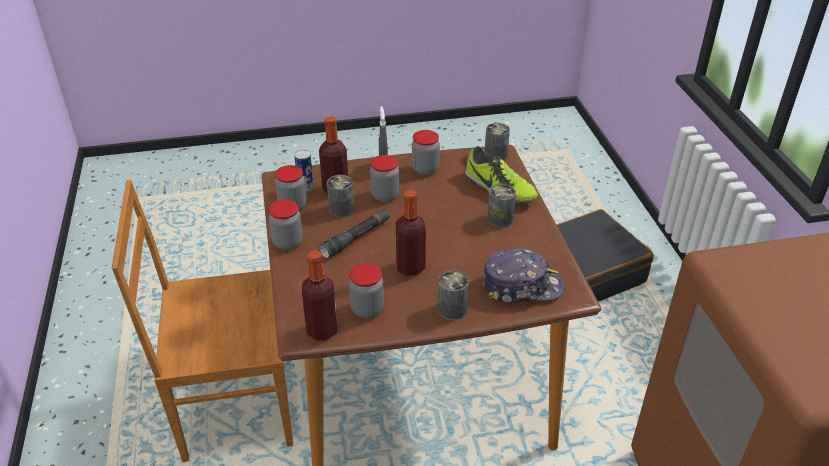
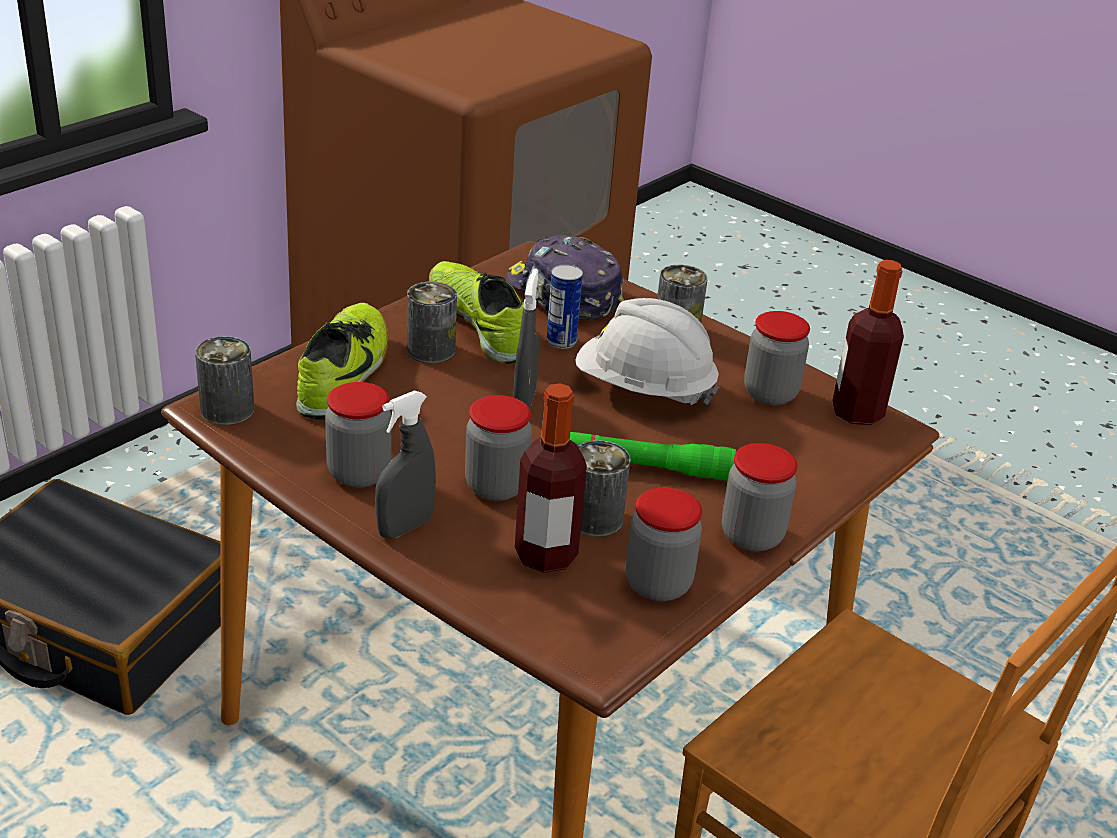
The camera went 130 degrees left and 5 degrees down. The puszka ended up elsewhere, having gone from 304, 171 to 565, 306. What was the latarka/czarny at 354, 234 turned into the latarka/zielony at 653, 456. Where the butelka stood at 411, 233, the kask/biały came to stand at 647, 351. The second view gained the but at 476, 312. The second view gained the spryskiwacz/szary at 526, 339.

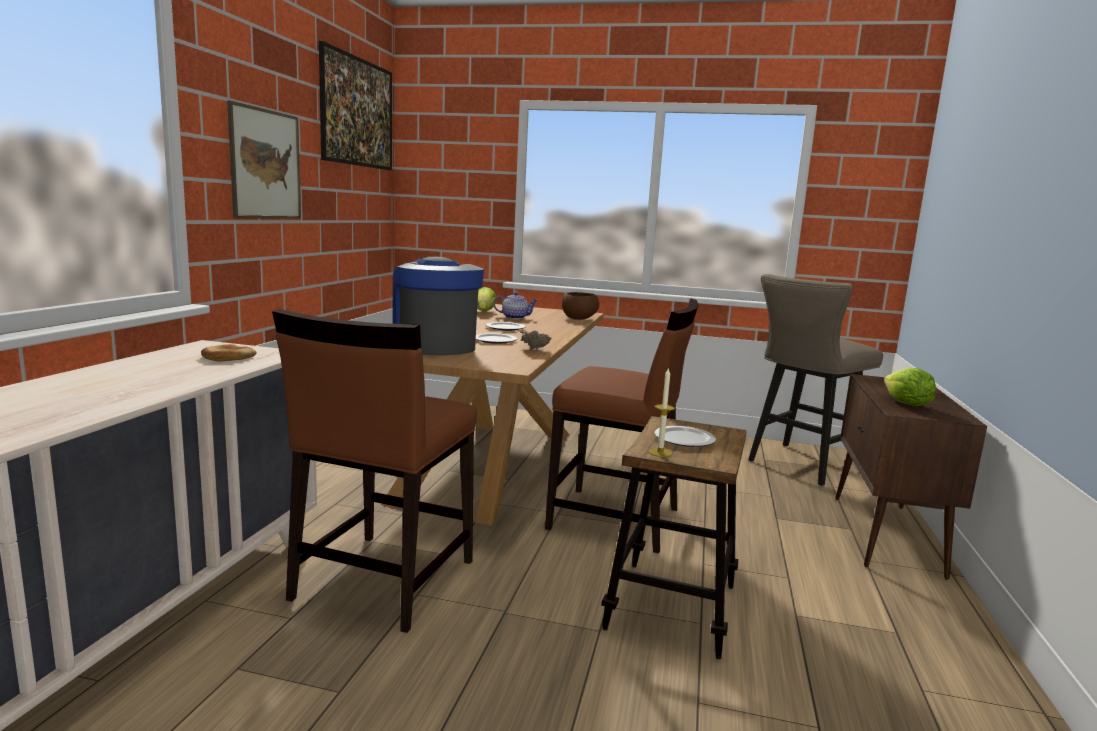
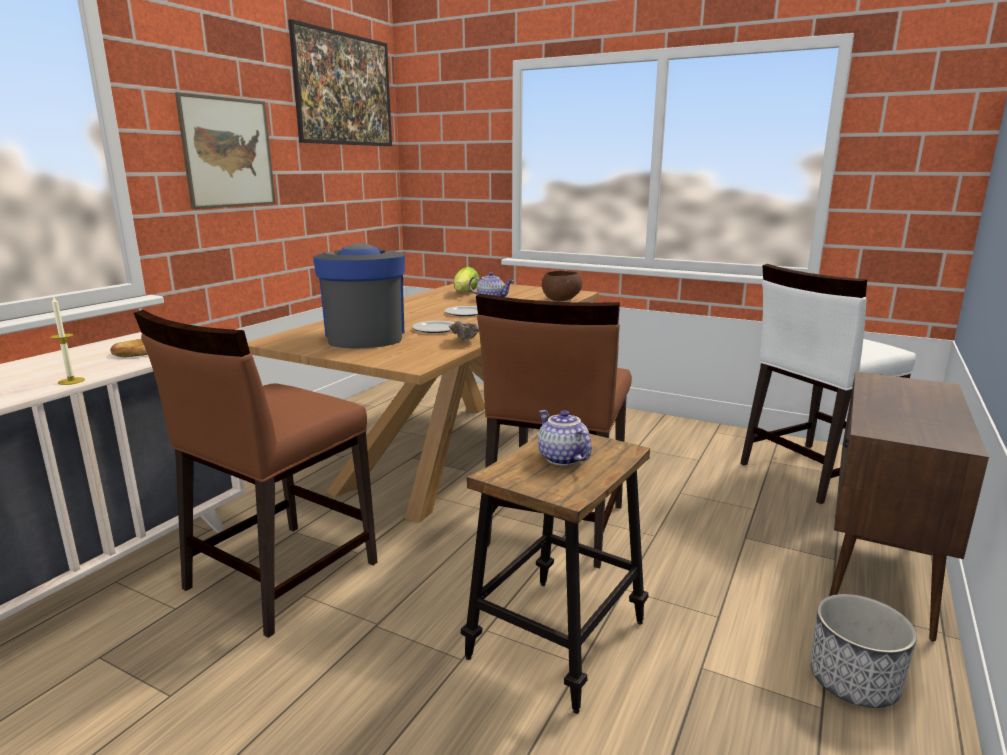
The camera went 15 degrees right and 5 degrees up. The krzesło/brązowy at 621, 425 ended up facing another way, 75 degrees clockwise from before. The świeca ended up elsewhere, having gone from 662, 412 to 67, 340. Where the talerz stood at 685, 436, the imbryk came to stand at 565, 438. Where the stołek/beżowy stood at 815, 380, the krzesło/biały came to stand at 828, 384. The second view lost the sałata at 910, 387. The second view gained the donica at 863, 651.

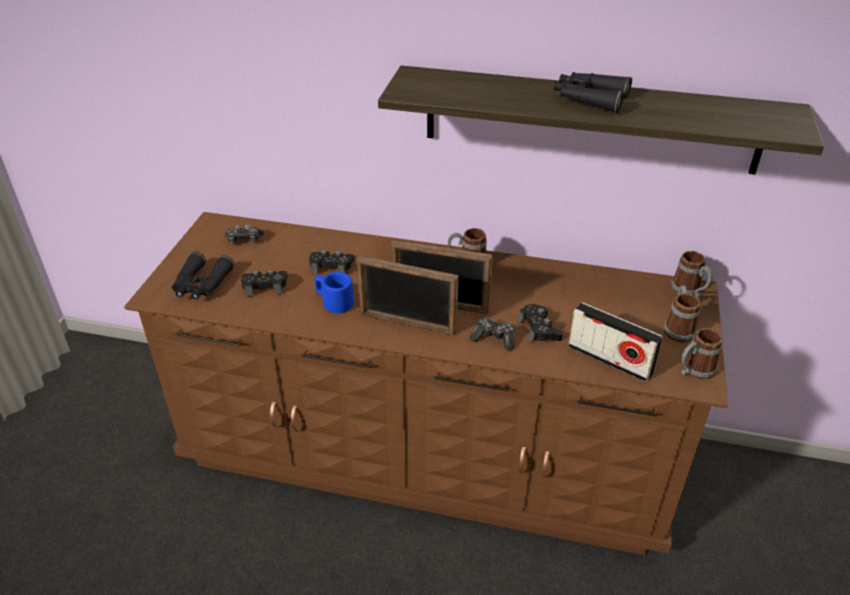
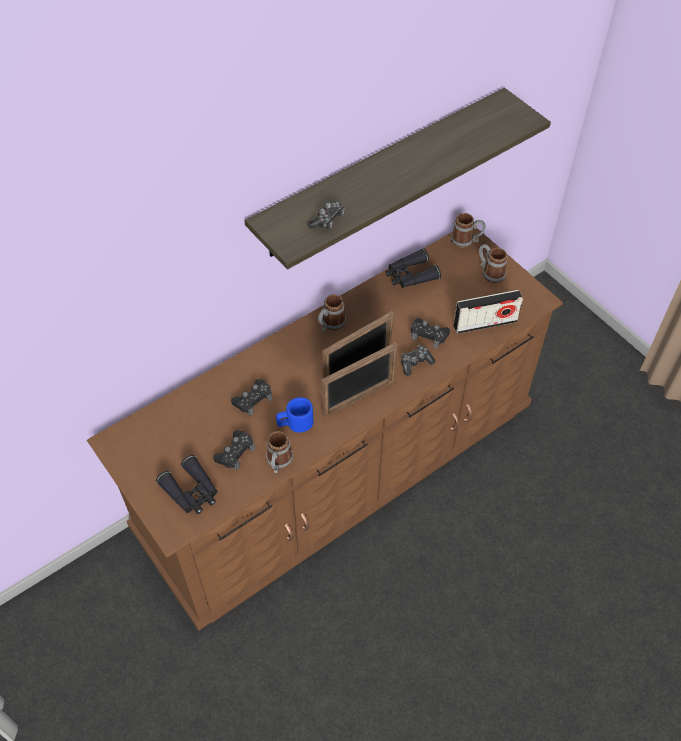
The camera went 50 degrees left and 15 degrees up. The pad do gier ended up elsewhere, having gone from 244, 234 to 326, 215. The lornetka/czarny ended up elsewhere, having gone from 593, 92 to 413, 268. The kubek ended up elsewhere, having gone from 702, 354 to 280, 452.

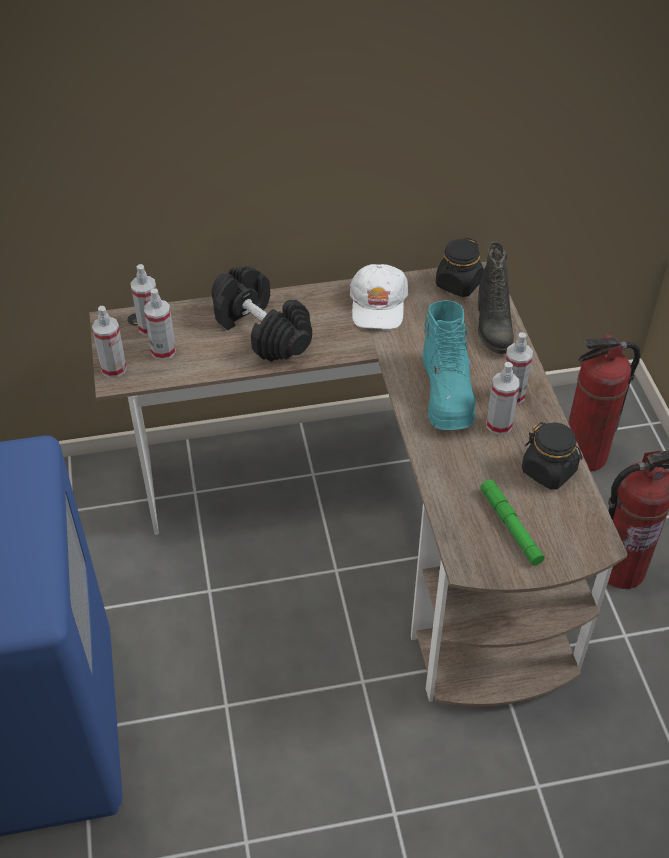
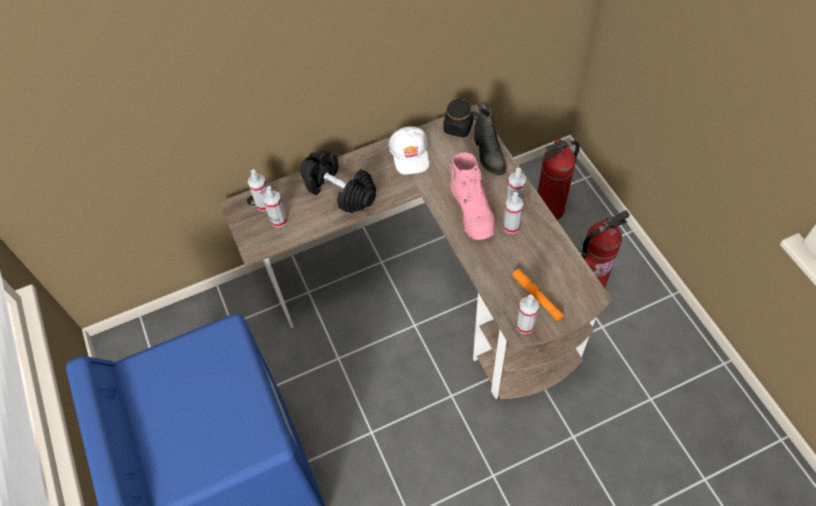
The camera went 10 degrees left and 10 degrees up. The spryskiwacz ended up elsewhere, having gone from 109, 342 to 527, 314. What was the but z cholewką/turkusowy at 448, 365 turned into the but z cholewką/różowy at 473, 196. What was the latarka/zielony at 512, 522 turned into the latarka/pomarańczowy at 538, 295. The second view lost the słoik/czarny at 552, 456.

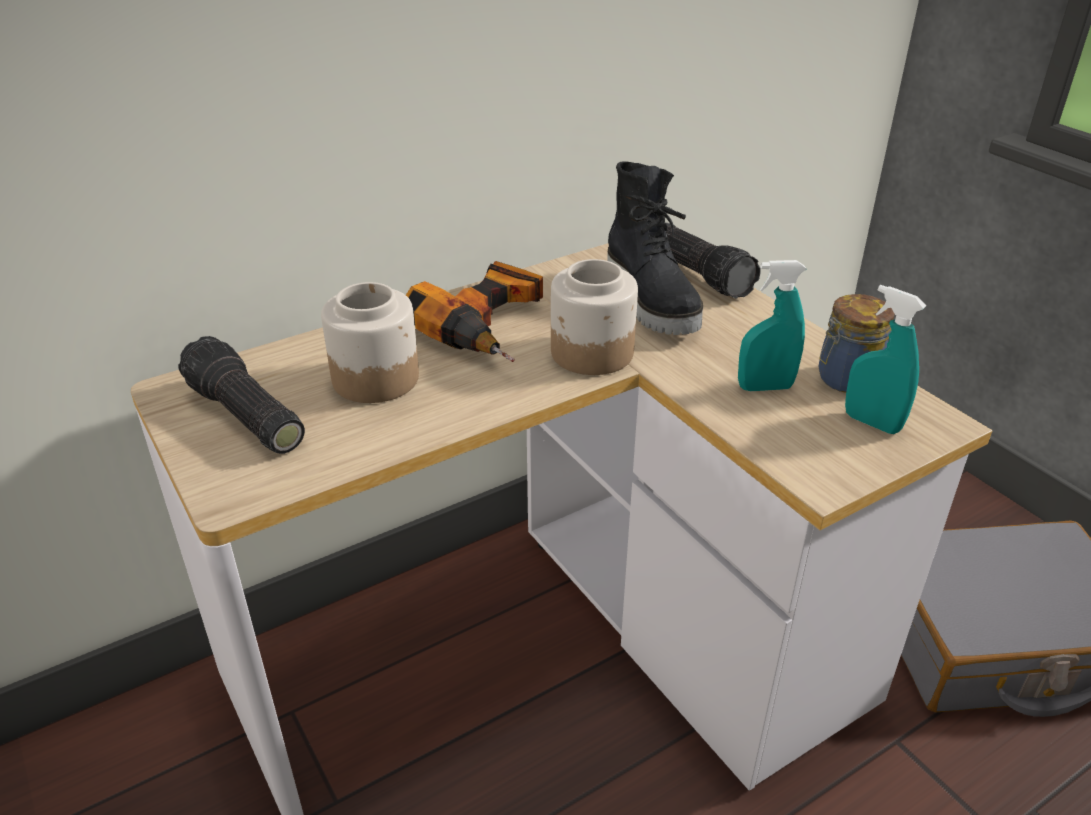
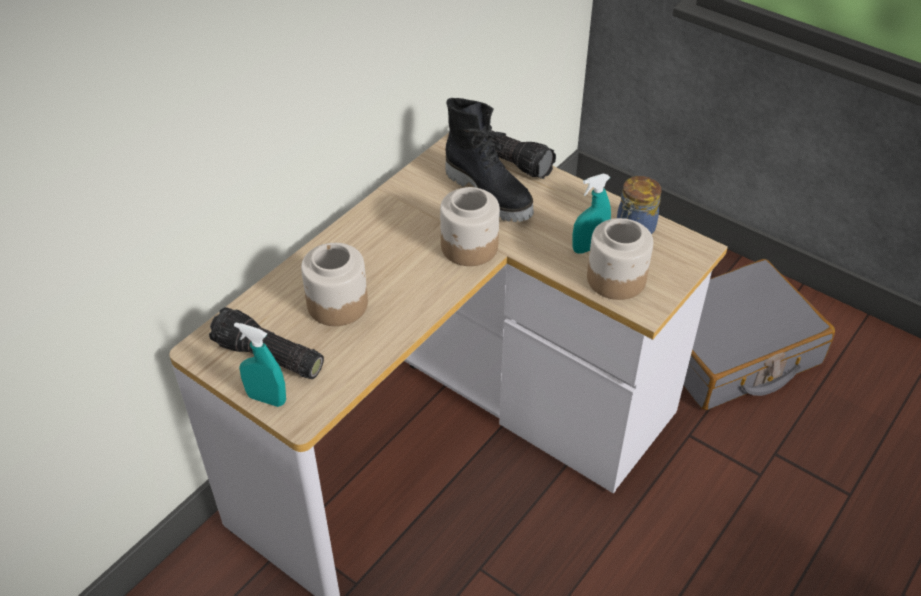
The camera went 20 degrees left and 10 degrees up. The second view lost the wiertarka at 474, 311. The spryskiwacz/turkusowy ended up elsewhere, having gone from 885, 359 to 260, 364. The second view gained the słoik at 620, 259.

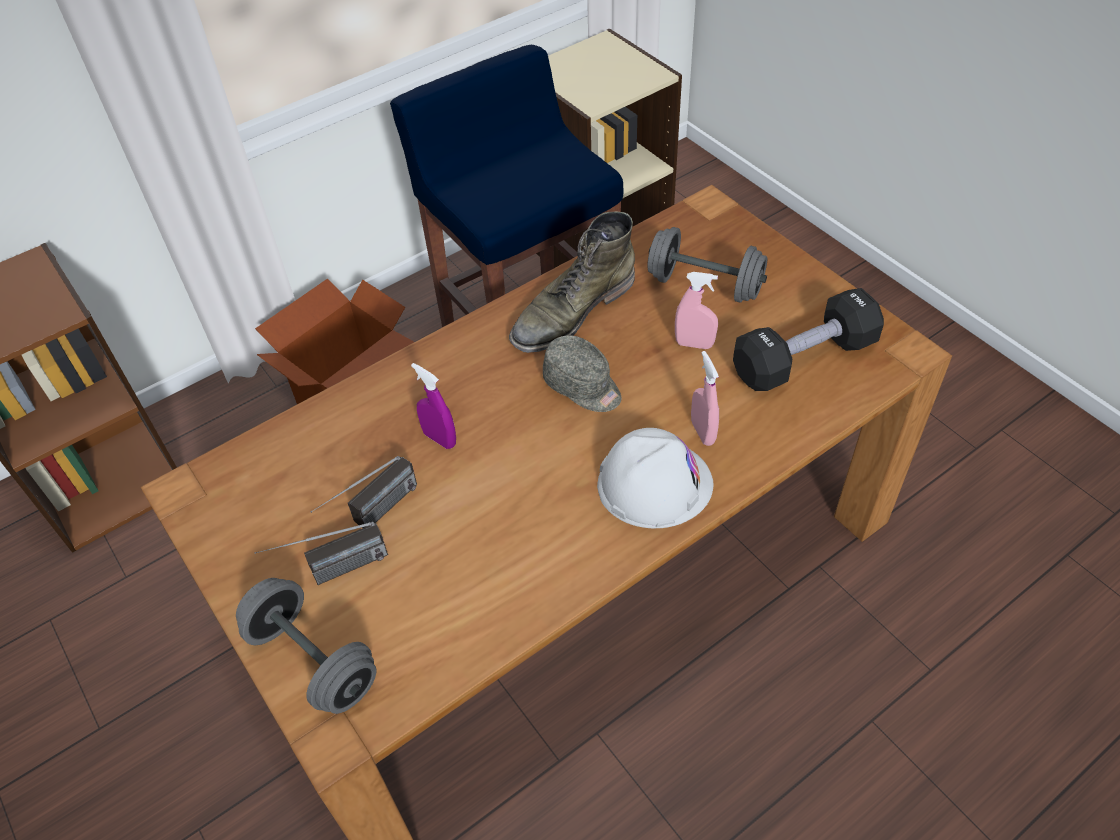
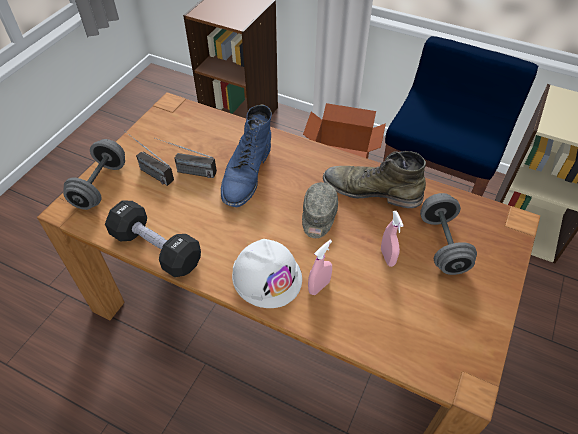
The camera went 60 degrees right and 0 degrees up. Where the spryskiwacz/fioletowy stood at 433, 406, the but z cholewką/niebieski came to stand at 246, 156. The hantel/czarny ended up elsewhere, having gone from 808, 339 to 153, 238.

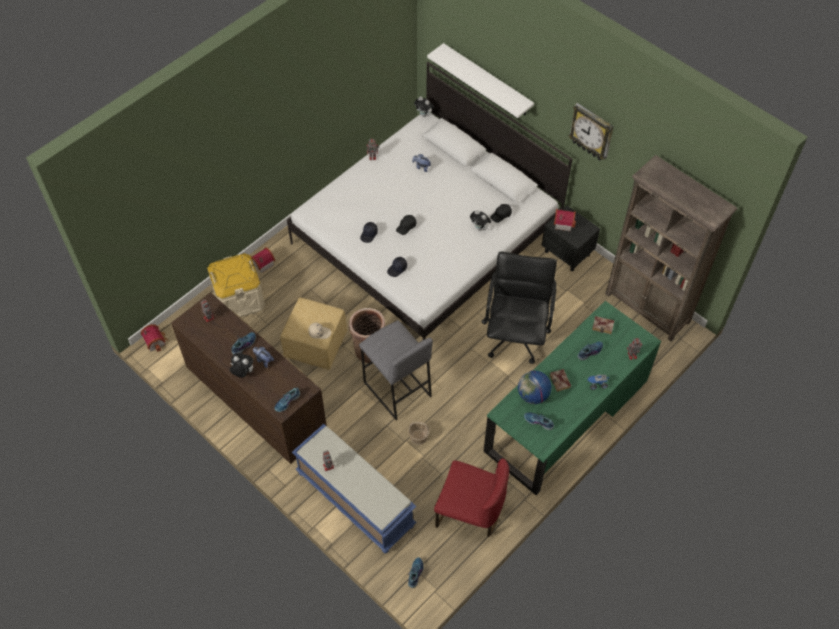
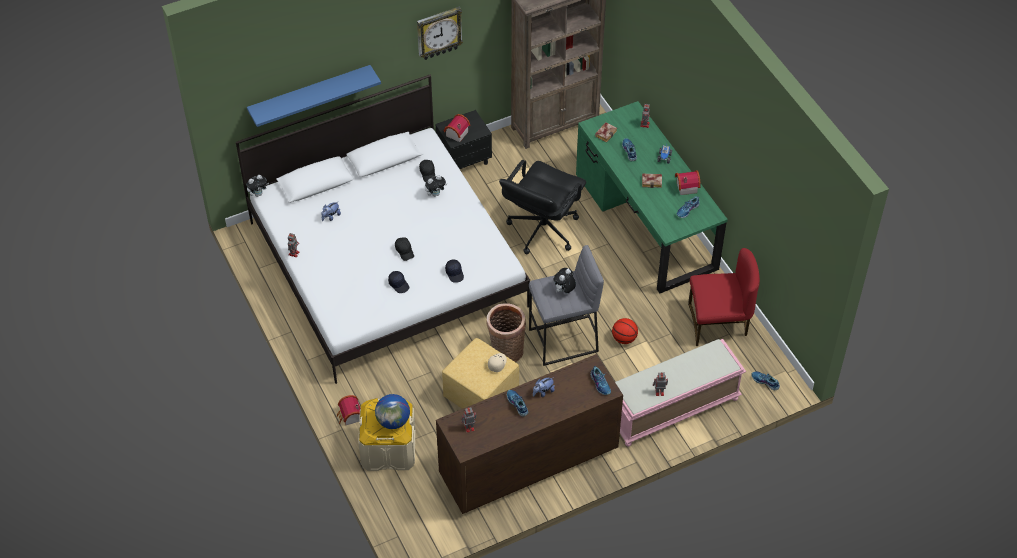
The camera went 70 degrees left and 5 degrees down. The domek ended up elsewhere, having gone from 154, 338 to 687, 182. The pluszak ended up elsewhere, having gone from 241, 365 to 565, 280. What was the ławka/niebieski at 354, 488 turned into the ławka/różowy at 680, 393. Where the koszyk stood at 419, 433, the piłka do koszykówki came to stand at 625, 331. What was the półka/biały at 480, 80 turned into the półka/niebieski at 314, 96. The krzesło/czerwony at 471, 497 ended up facing another way, 45 degrees clockwise from before. The krzesło biurowe/czarny at 519, 308 ended up facing another way, 90 degrees counterclockwise from before. The globus ended up elsewhere, having gone from 535, 387 to 392, 411.

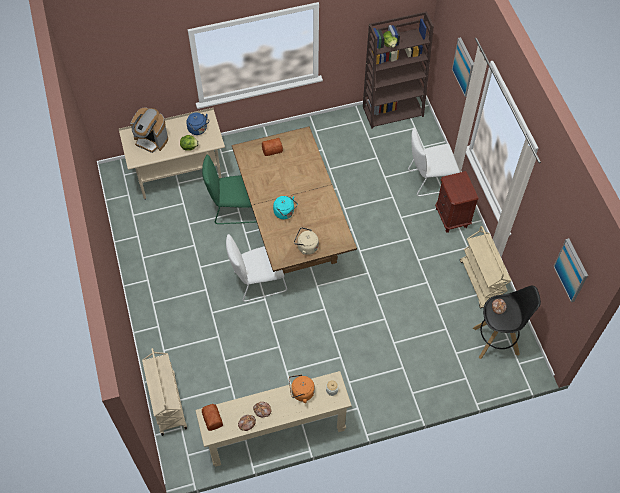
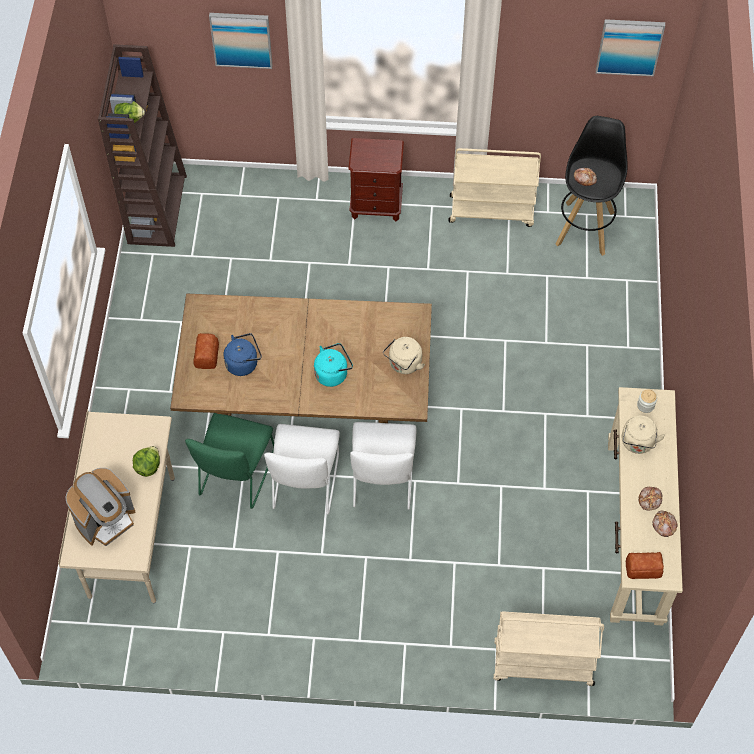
The camera went 70 degrees left and 0 degrees up. The czajnik/niebieski ended up elsewhere, having gone from 197, 124 to 242, 354. What was the czajnik/pomarańczowy at 302, 389 turned into the czajnik/beżowy at 644, 434. The krzesło/biały ended up elsewhere, having gone from 434, 162 to 302, 469.

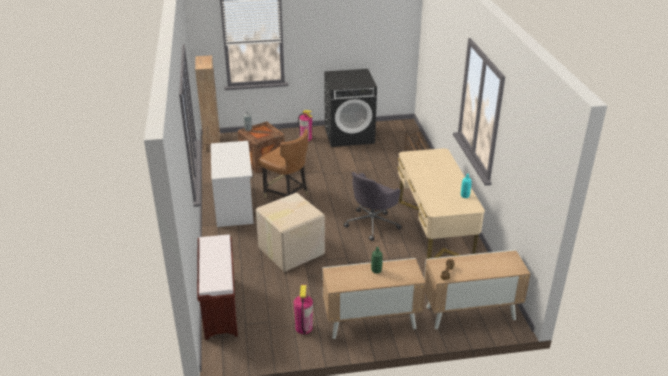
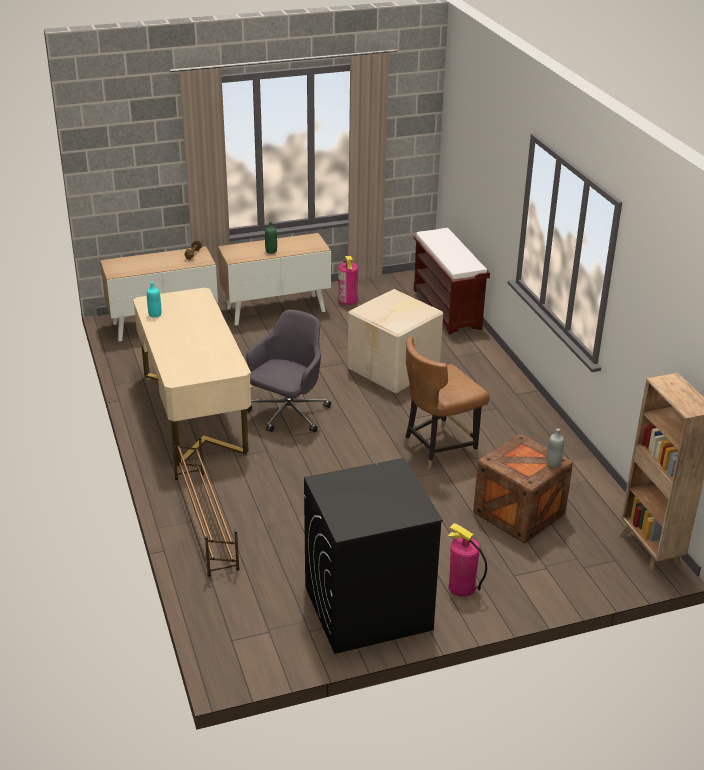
The camera went 170 degrees right and 0 degrees up. The second view lost the biurko/biały at 232, 184. The krzesło/brązowy at 283, 163 ended up facing another way, 60 degrees counterclockwise from before.

